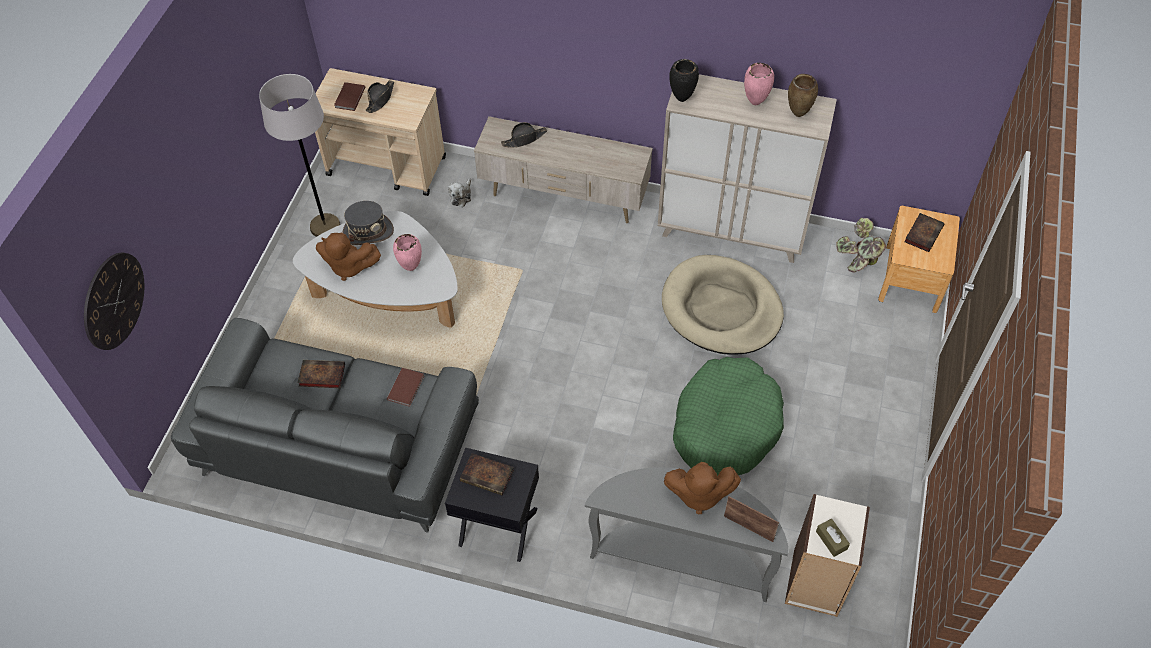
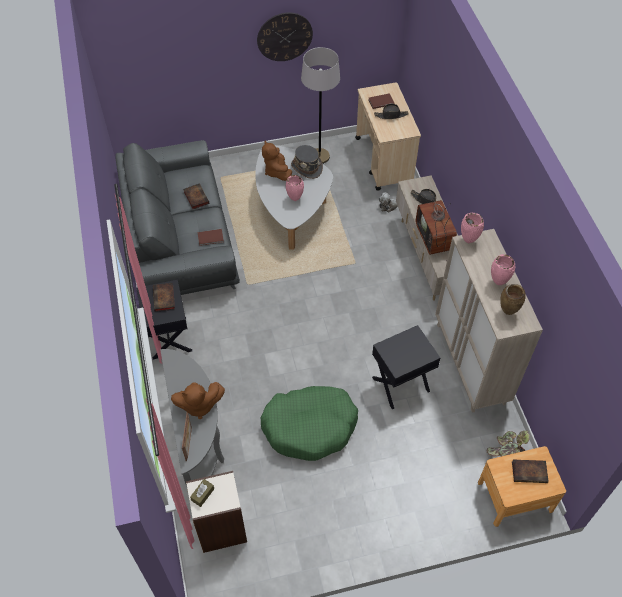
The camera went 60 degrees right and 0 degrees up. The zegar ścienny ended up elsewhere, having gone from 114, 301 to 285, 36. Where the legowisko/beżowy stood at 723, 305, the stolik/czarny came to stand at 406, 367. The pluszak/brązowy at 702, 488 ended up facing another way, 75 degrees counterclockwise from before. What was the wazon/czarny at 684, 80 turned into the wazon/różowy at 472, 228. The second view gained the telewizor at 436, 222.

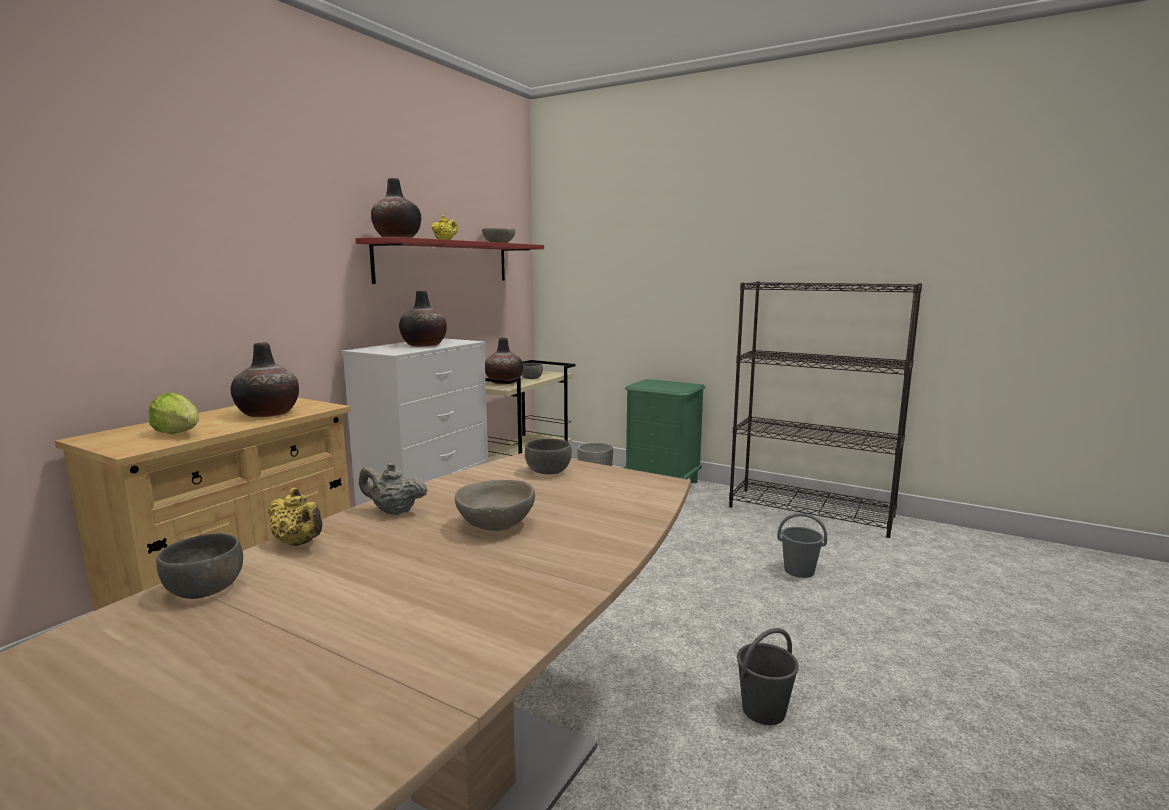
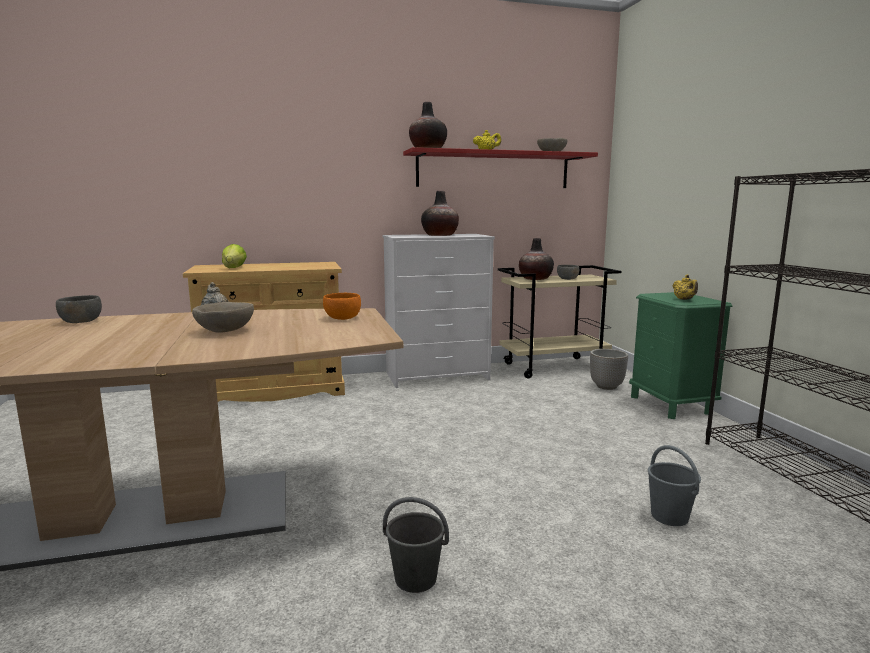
The camera went 45 degrees right and 0 degrees up. The second view lost the wazon at 265, 379. The imbryk/żółty ended up elsewhere, having gone from 295, 517 to 685, 287. What was the miska/szary at 548, 456 turned into the miska/pomarańczowy at 342, 306.

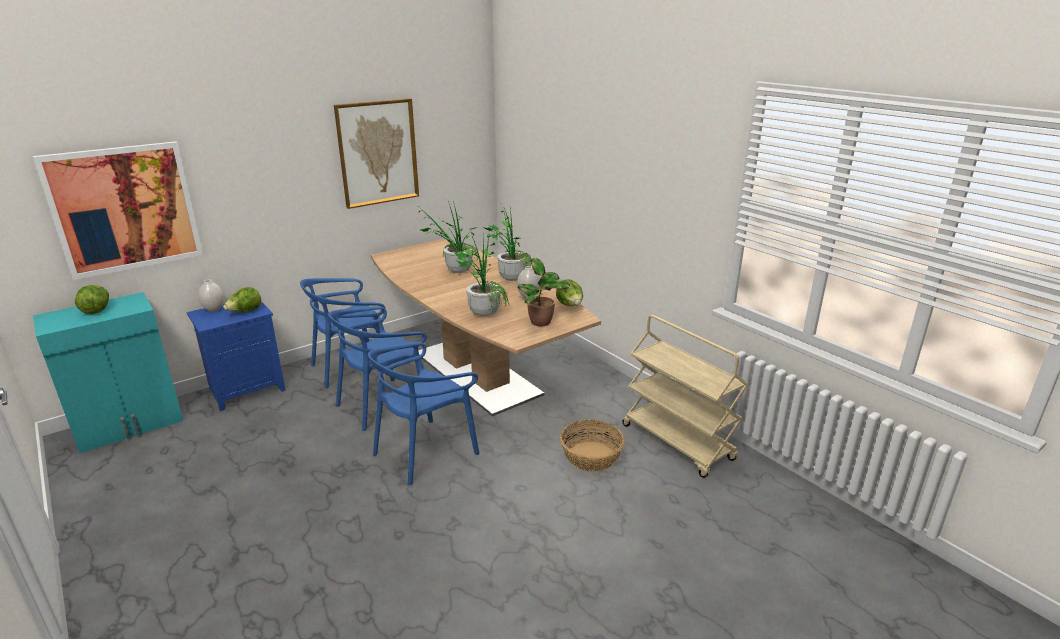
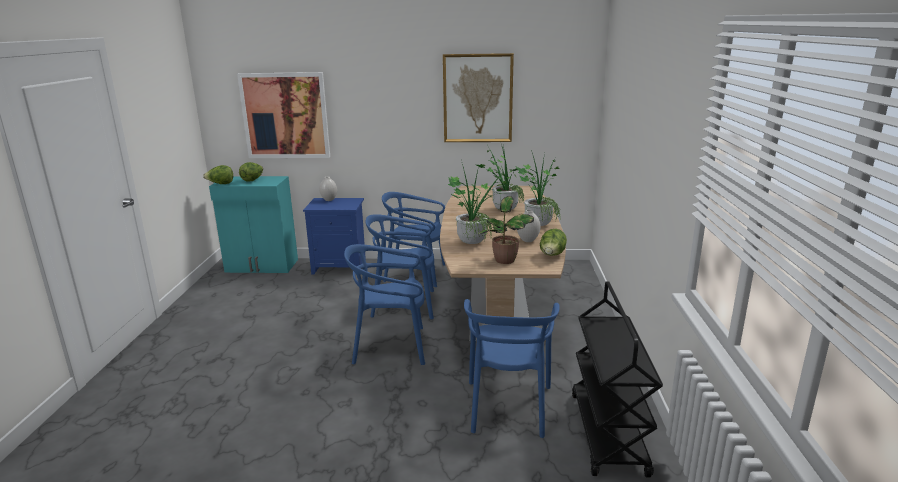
The camera went 40 degrees right and 5 degrees down. The sałata ended up elsewhere, having gone from 242, 299 to 218, 174. Where the koszyk stood at 592, 445, the krzesło/niebieski came to stand at 512, 368. What was the wózek/beżowy at 685, 396 turned into the wózek/czarny at 617, 379.

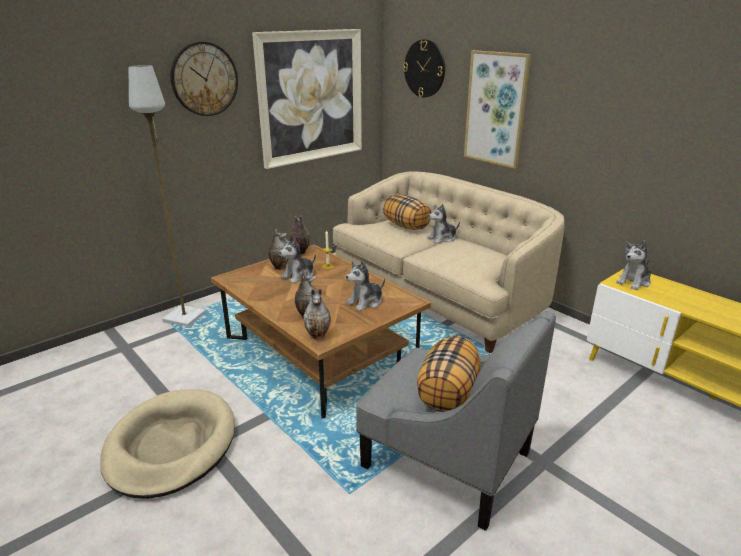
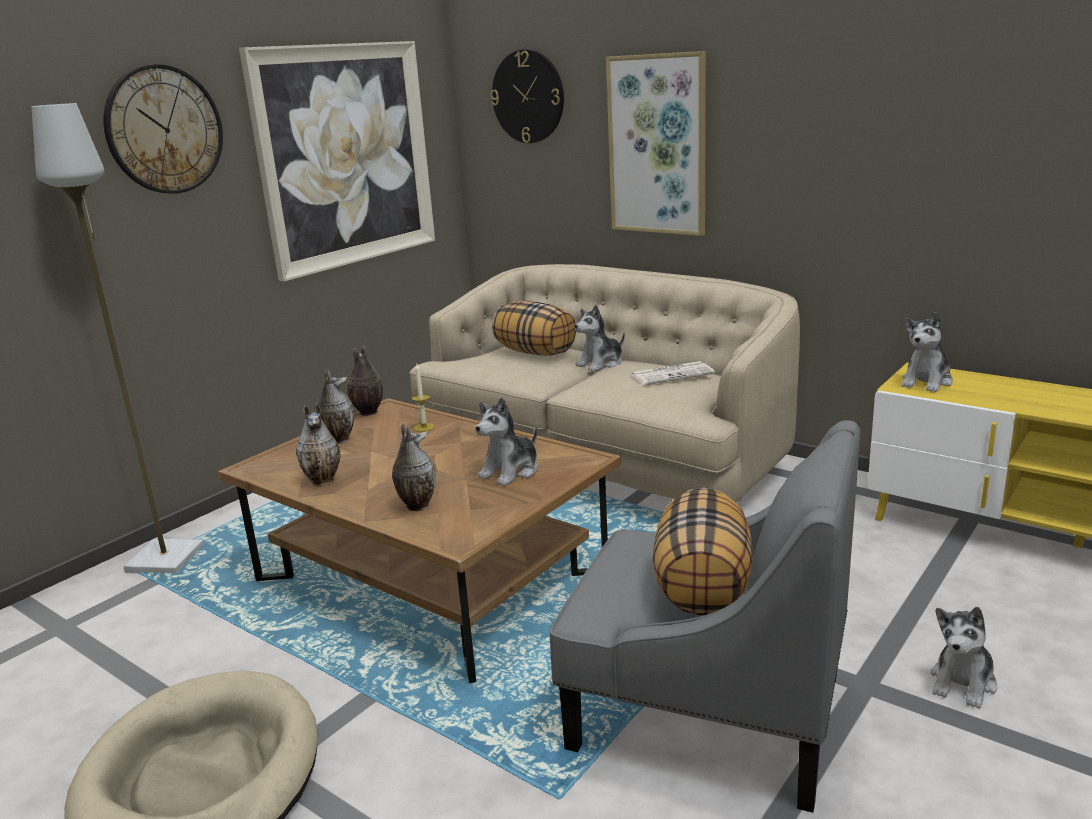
The camera went 10 degrees left and 5 degrees down. The pluszak ended up elsewhere, having gone from 297, 261 to 964, 658. The wazon ended up elsewhere, having gone from 317, 314 to 318, 444. The second view gained the gazeta at 673, 373.

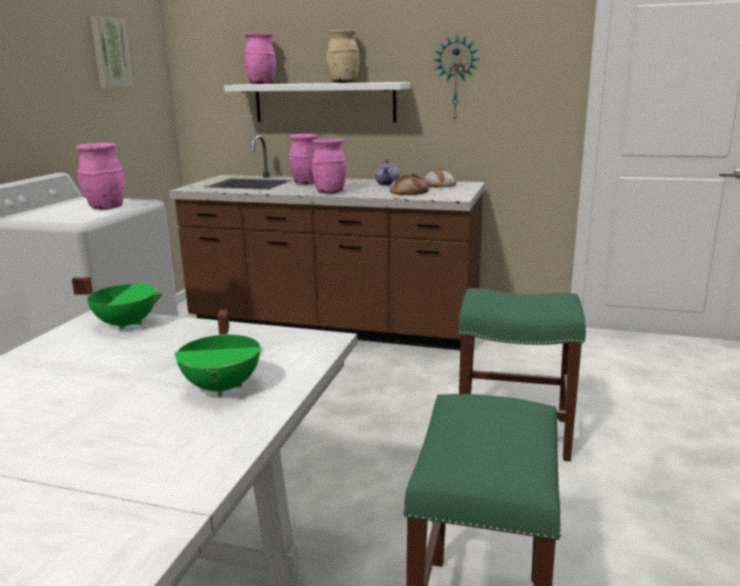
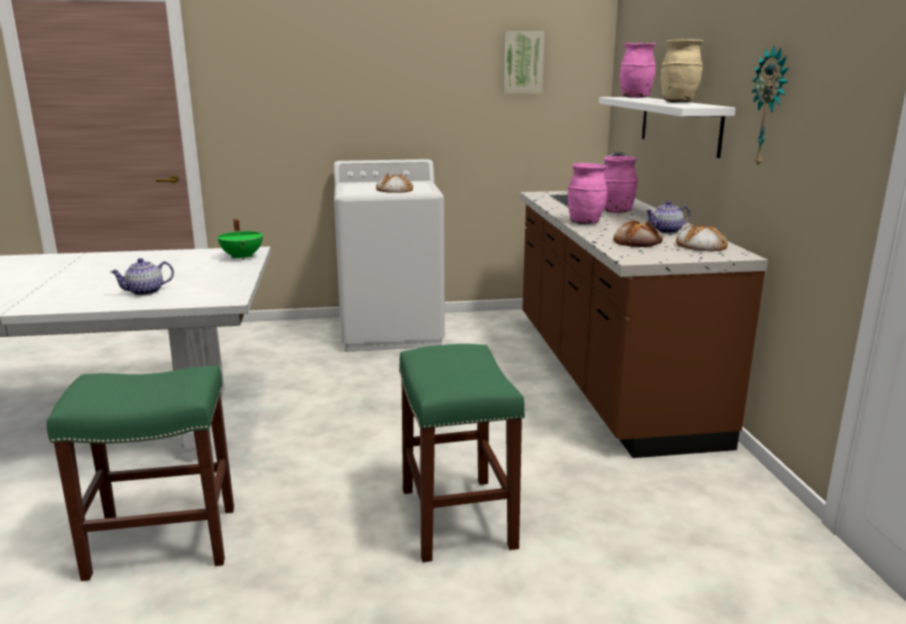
The camera went 65 degrees right and 0 degrees up. Where the wazon/różowy stood at 100, 176, the chleb came to stand at 394, 183. Where the garnek/zielony stood at 218, 353, the imbryk came to stand at 142, 277.

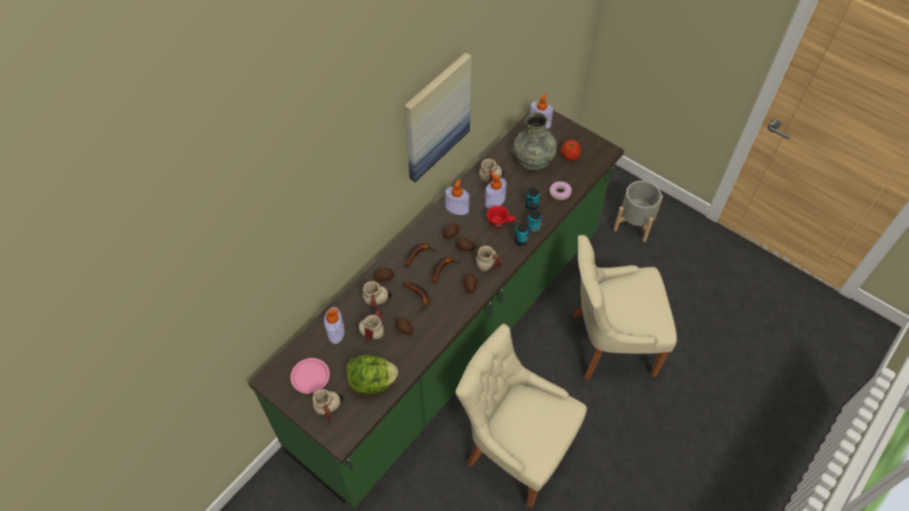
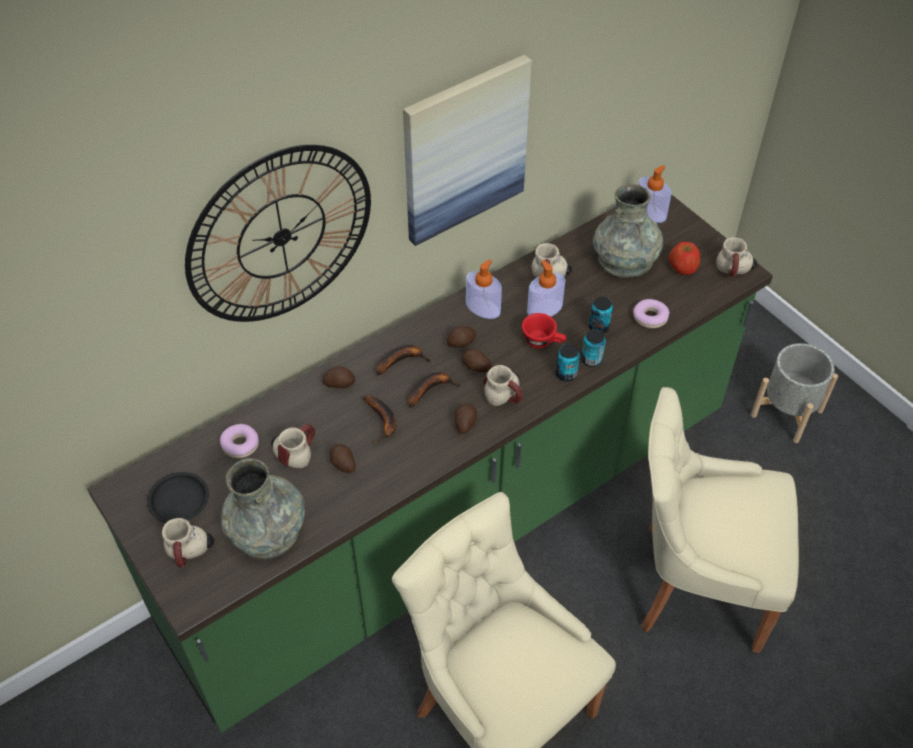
The camera went 15 degrees right and 5 degrees down. What was the talerz/różowy at 310, 376 turned into the talerz/czarny at 178, 497. Where the dozownik mydła stood at 334, 325, the donut came to stand at 239, 441. Where the sałata stood at 372, 374, the wazon/szary came to stand at 263, 509. The kubek ended up elsewhere, having gone from 377, 295 to 736, 257. The second view gained the zegar ścienny at 278, 233.

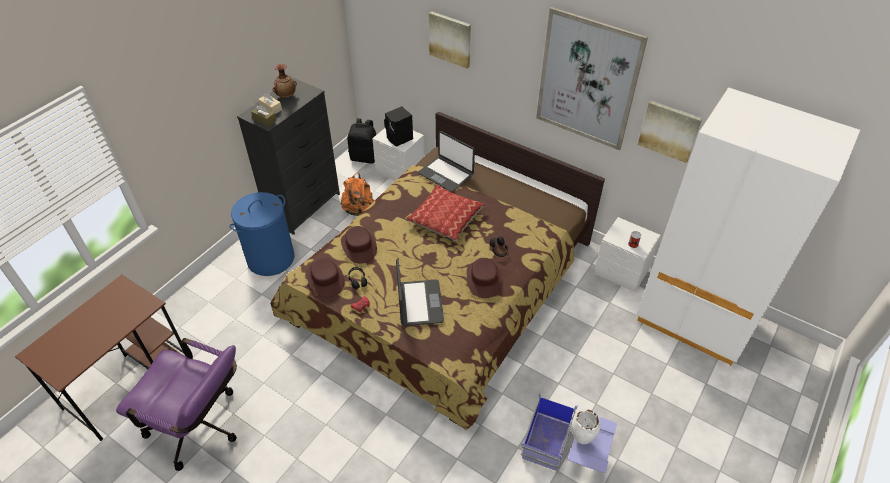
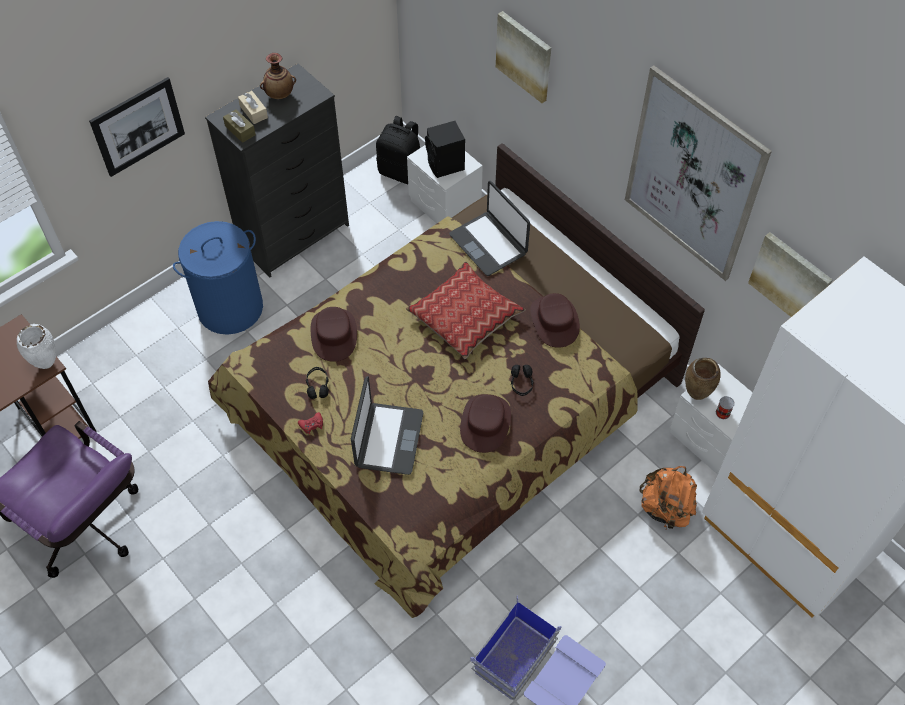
The camera went 15 degrees right and 10 degrees up. The kapelusz/brązowy ended up elsewhere, having gone from 325, 277 to 555, 320. The plecak/pomarańczowy ended up elsewhere, having gone from 357, 194 to 668, 497. The wazon/biały ended up elsewhere, having gone from 586, 426 to 36, 346. The second view gained the obraz at 137, 127. The second view gained the wazon/brązowy at 703, 379.

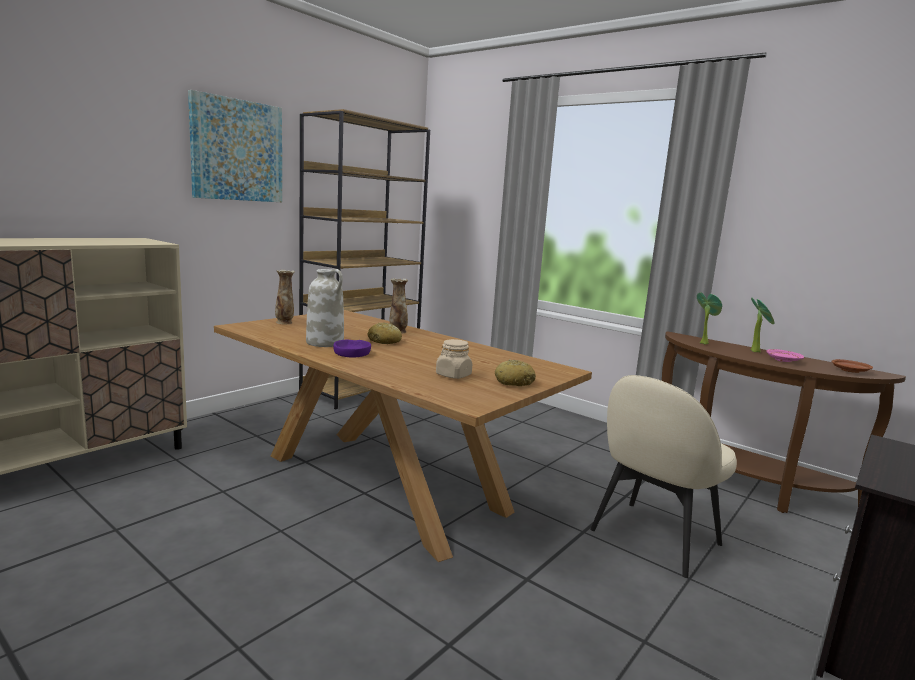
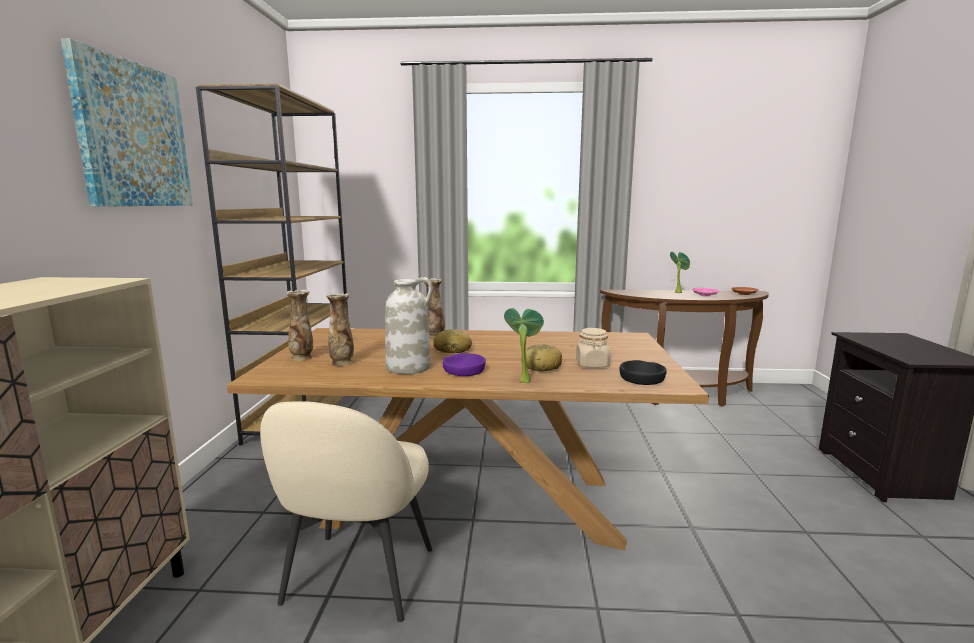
The camera went 35 degrees left and 0 degrees up. The chleb ended up elsewhere, having gone from 515, 372 to 541, 358. The krzesło/beżowy ended up elsewhere, having gone from 663, 476 to 346, 511. The roślina doniczkowa ended up elsewhere, having gone from 709, 318 to 524, 345. The second view gained the wazon at 340, 329. The second view gained the miska/czarny at 643, 372.

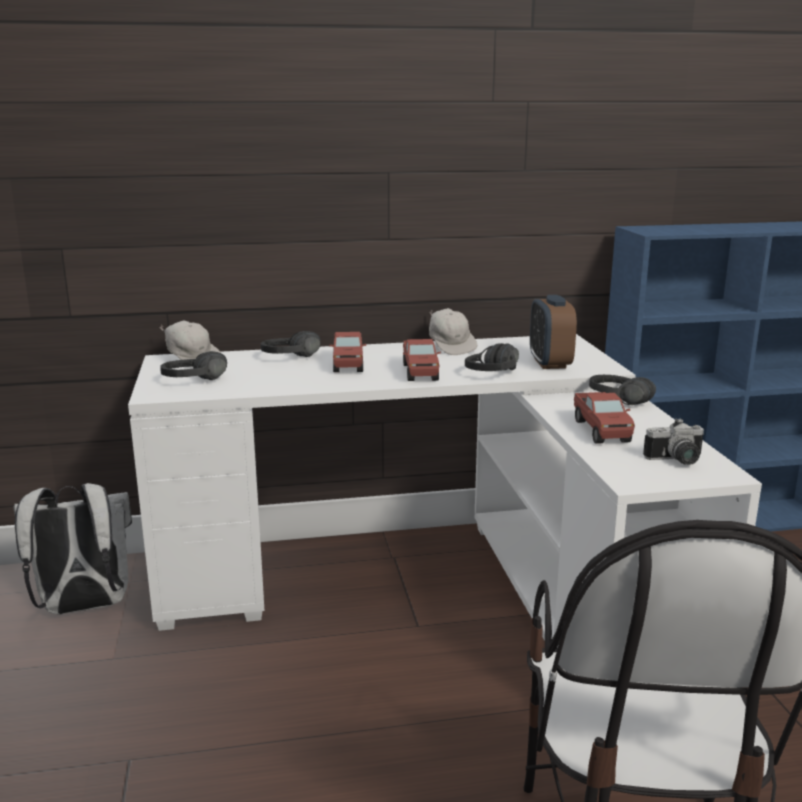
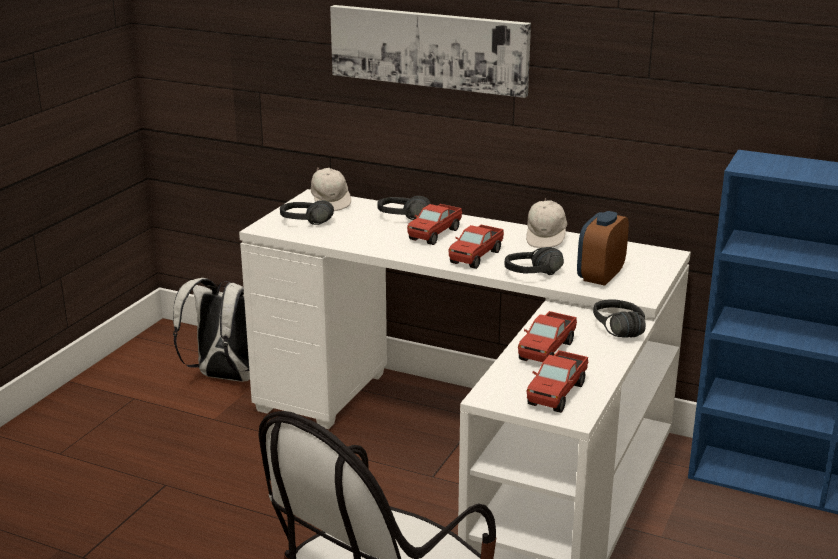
The camera went 35 degrees right and 5 degrees up. Where the aparat fotograficzny stood at 673, 441, the ciężarówka zabawkowa came to stand at 557, 381. The second view gained the obraz at 430, 51.

